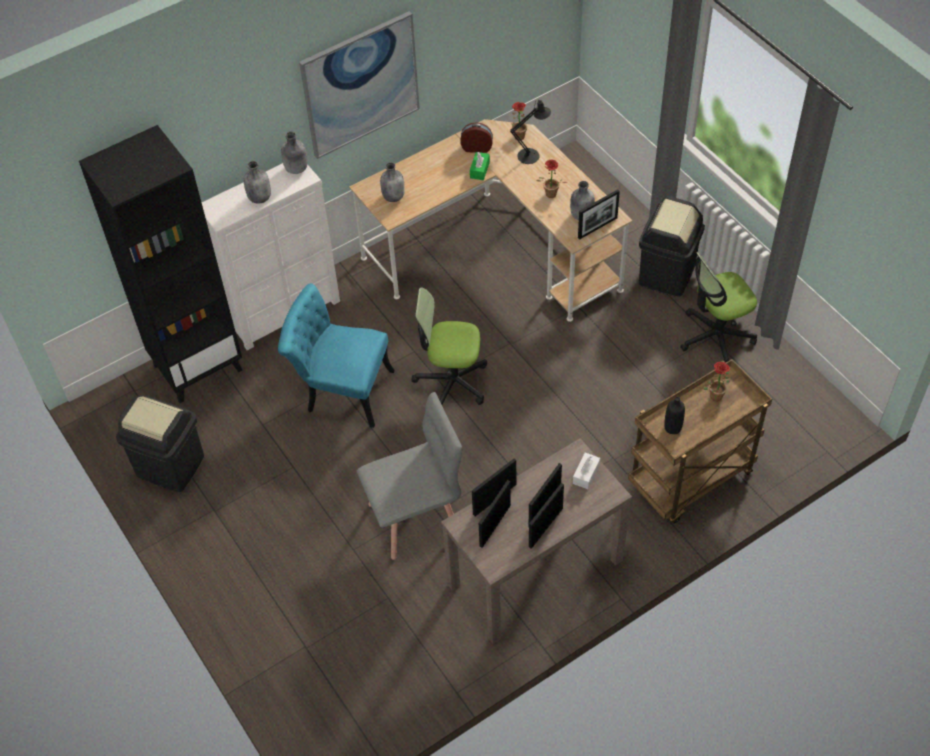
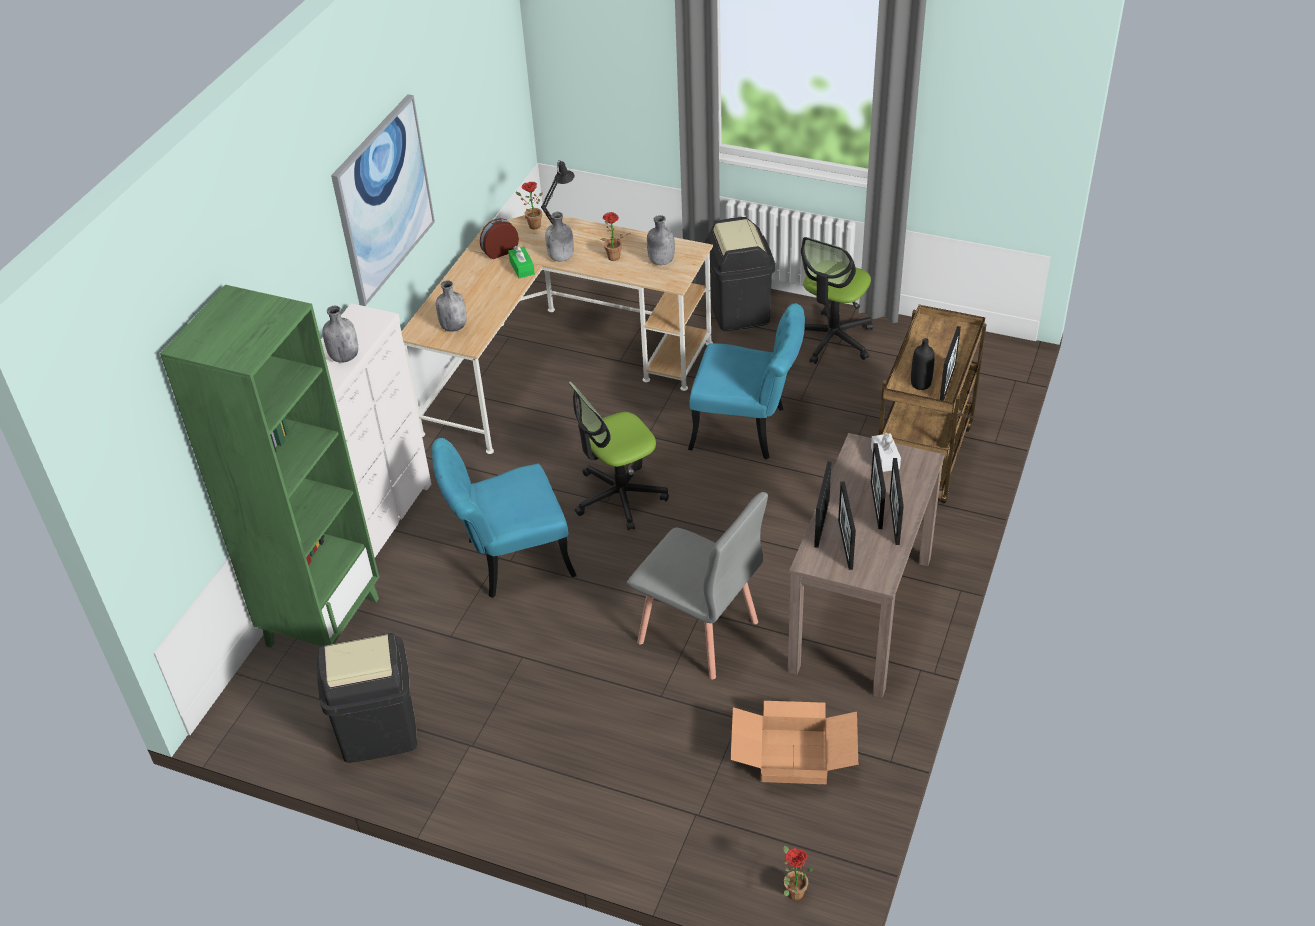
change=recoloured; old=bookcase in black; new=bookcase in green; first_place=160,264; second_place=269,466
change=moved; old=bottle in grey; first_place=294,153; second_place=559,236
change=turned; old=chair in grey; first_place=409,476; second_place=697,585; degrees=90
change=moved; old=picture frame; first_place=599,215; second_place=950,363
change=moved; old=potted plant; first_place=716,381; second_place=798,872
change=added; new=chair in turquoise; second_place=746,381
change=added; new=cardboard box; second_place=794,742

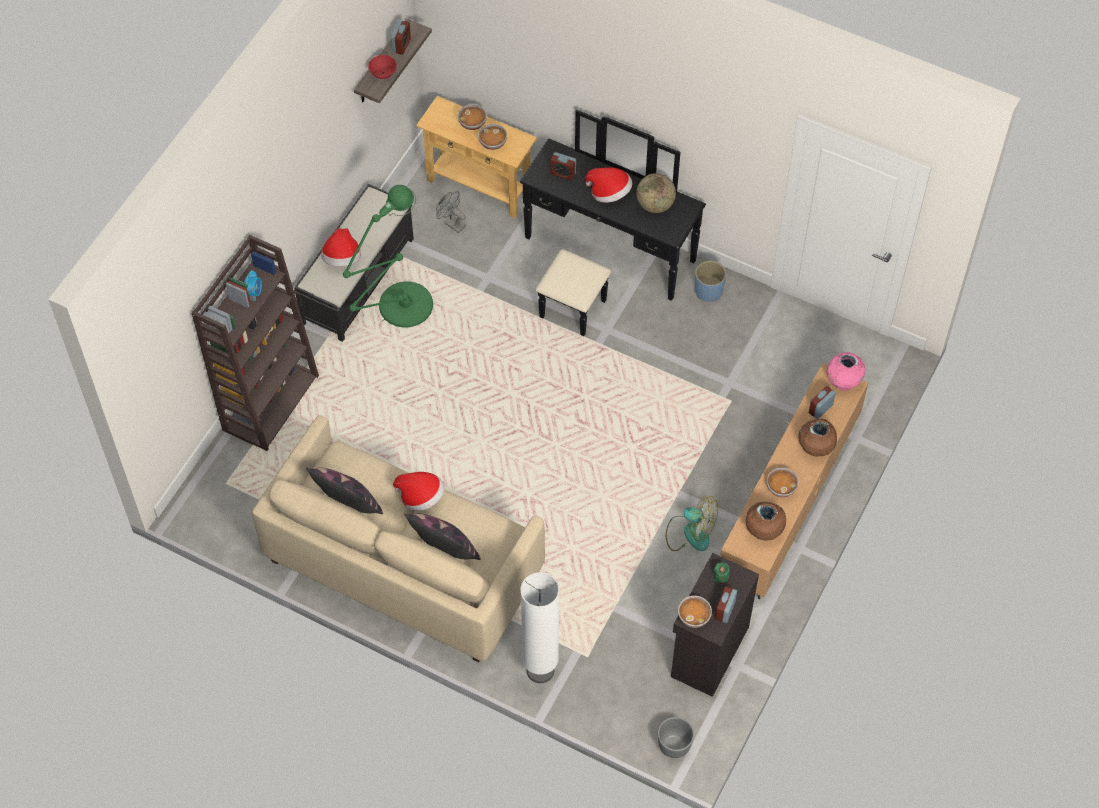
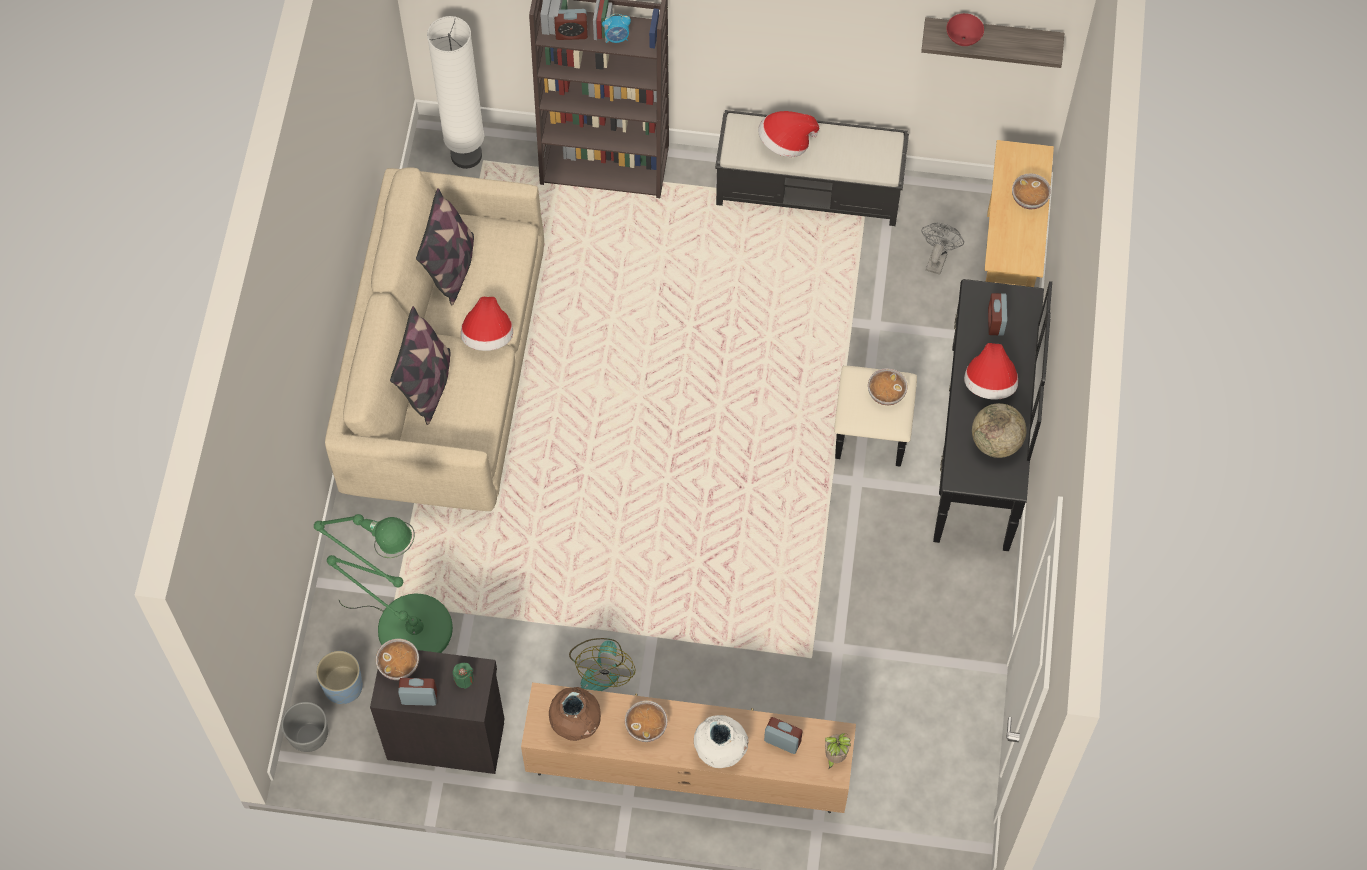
change=moved; old=floor lamp in green; first_place=388,256; second_place=383,583
change=moved; old=alarm clock; first_place=401,37; second_place=571,24
change=moved; old=bowl; first_place=492,137; second_place=887,386
change=moved; old=floor lamp in white; first_place=539,627; second_place=455,92
change=moved; old=planter in blue; first_place=710,281; second_place=339,677
change=recoloured; old=vase in brown; new=vase in white; first_place=817,437; second_place=721,741
change=replaced; old=vase in pink; new=potted plant; first_place=845,371; second_place=838,751

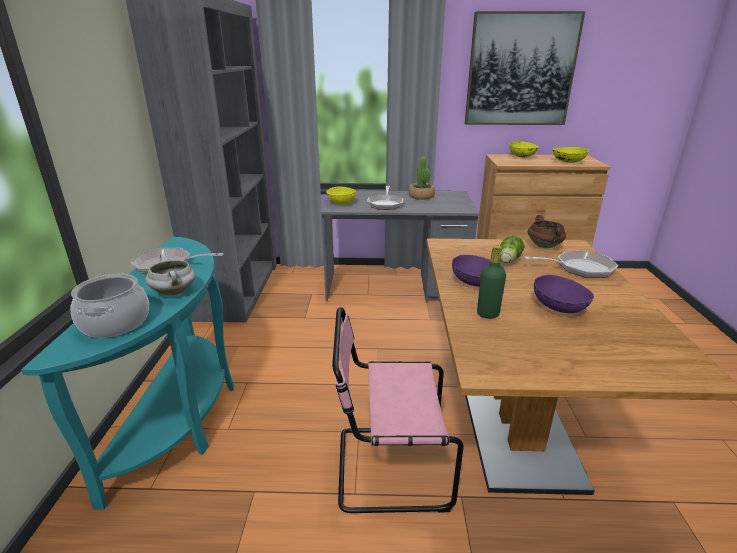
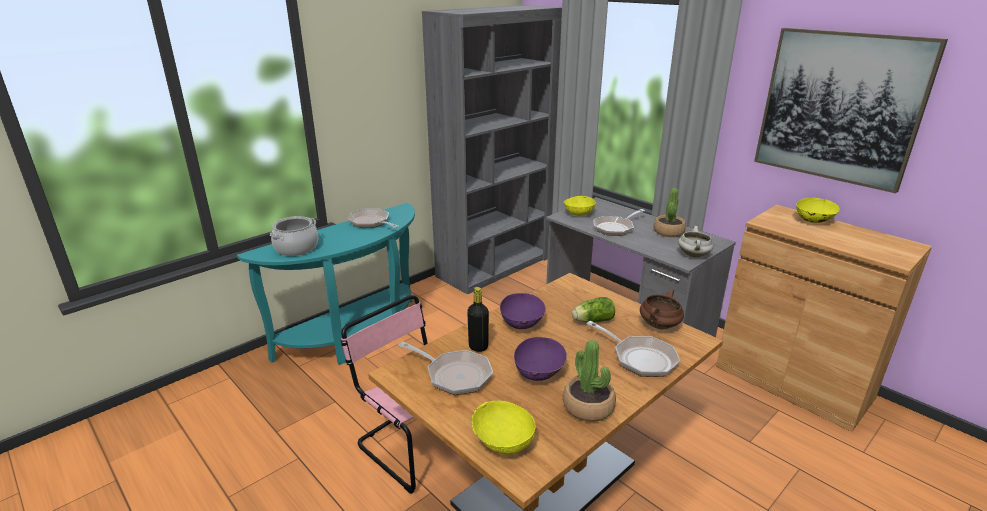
change=moved; old=cooking pot in white; first_place=170,274; second_place=695,242
change=recoloured; old=bottle in green; new=bottle in black; first_place=491,282; second_place=478,319
change=moved; old=bowl in yellow; first_place=571,155; second_place=503,427
change=added; new=frying pan; second_place=445,368
change=added; new=potted plant; second_place=589,381

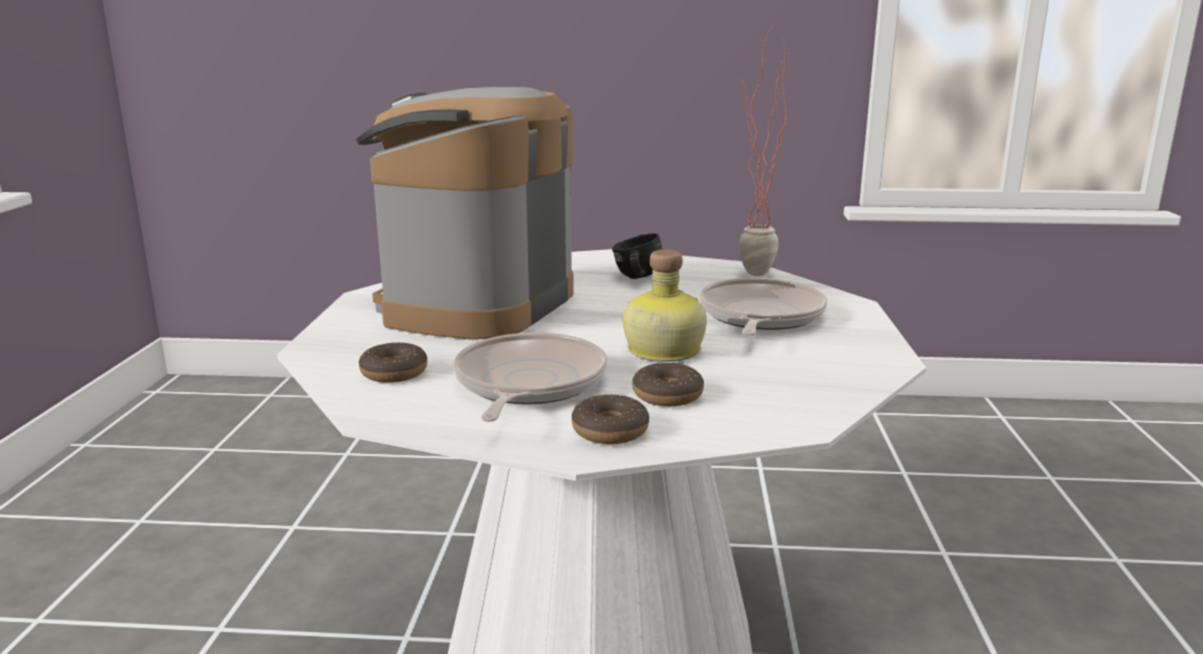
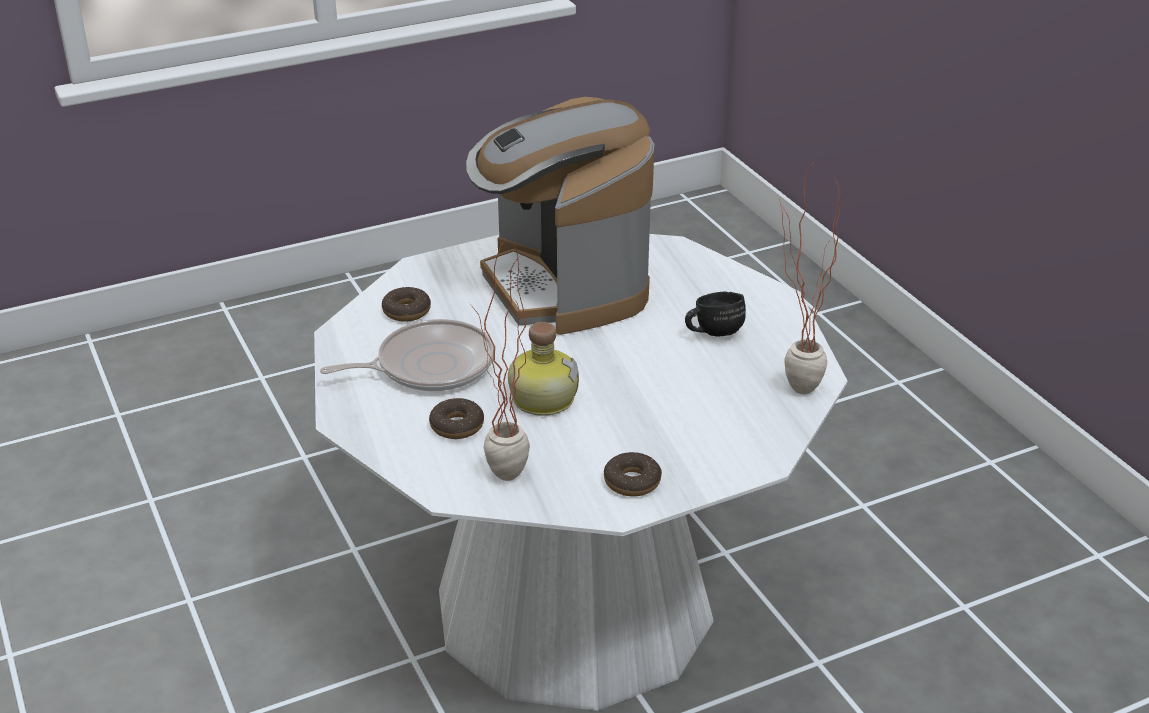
change=turned; old=coffee machine; first_place=465,213; second_place=560,216; degrees=-105
change=moved; old=donut; first_place=610,419; second_place=633,474
change=removed; old=frying pan; first_place=763,306
change=added; new=potted plant; second_place=500,360

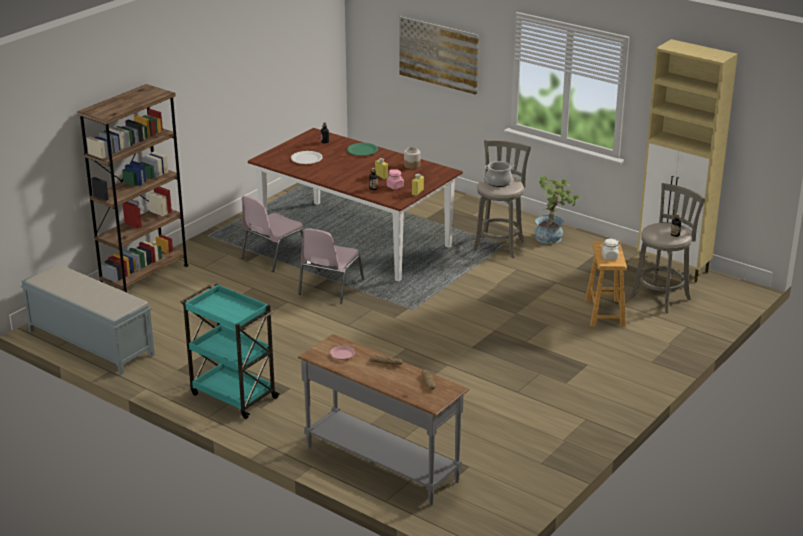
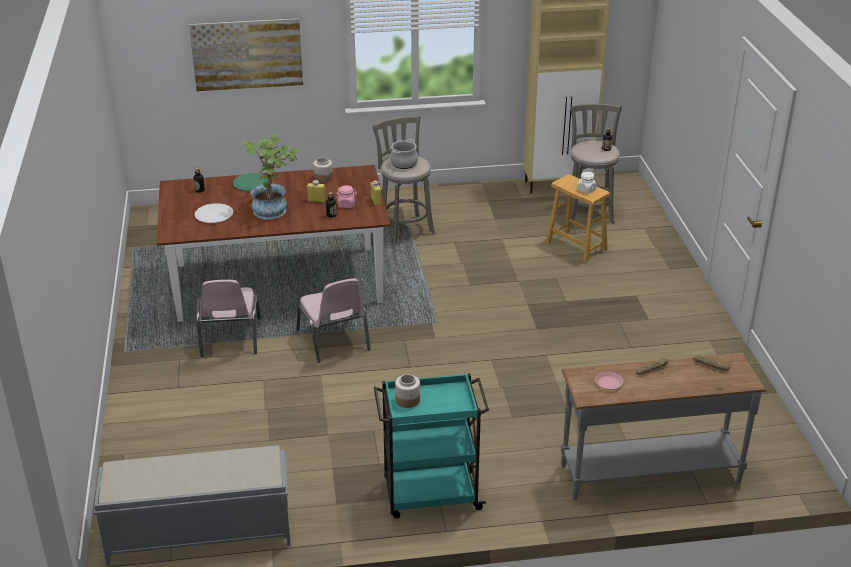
change=removed; old=bookcase in brown; first_place=132,188
change=moved; old=potted plant; first_place=557,210; second_place=270,176
change=added; new=jar; second_place=407,391

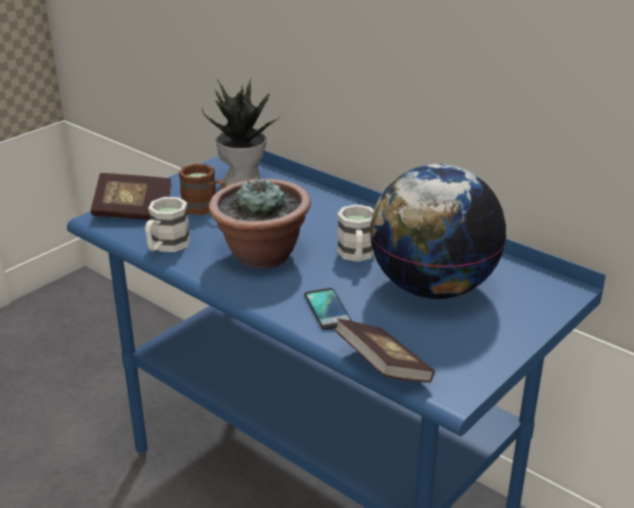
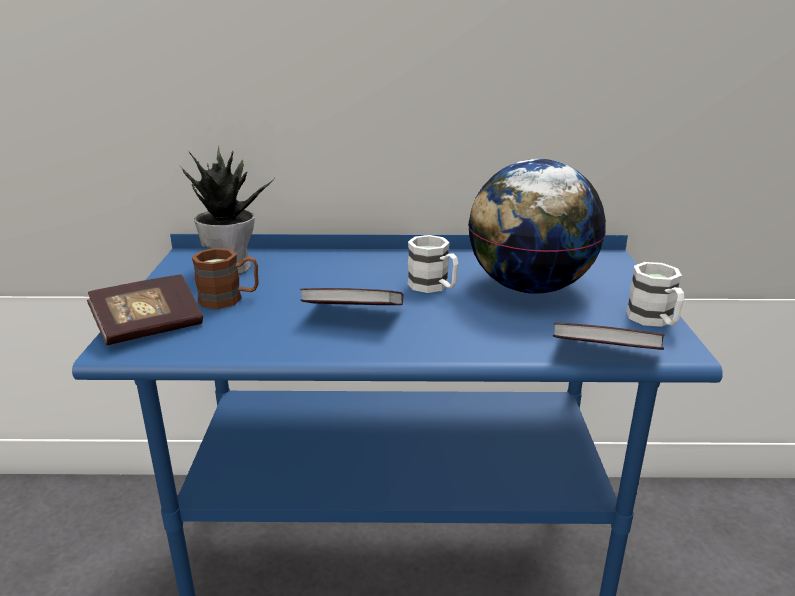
change=moved; old=mug in white; first_place=167,224; second_place=655,294
change=replaced; old=potted plant; new=book; first_place=260,223; second_place=351,296
change=removed; old=phone; first_place=328,309

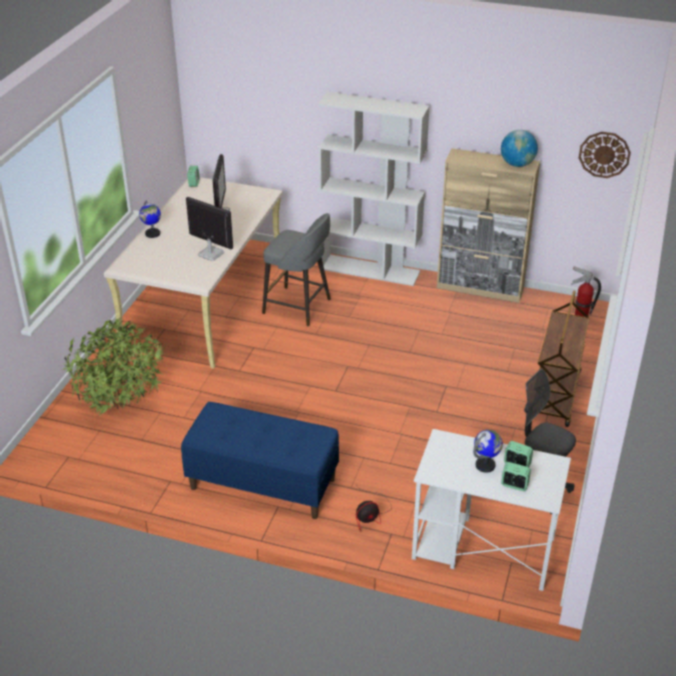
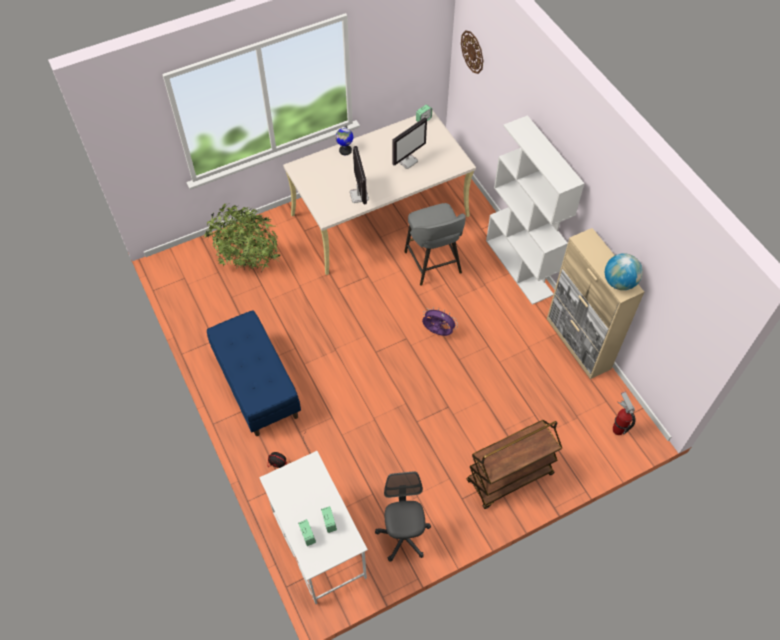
change=removed; old=globe; first_place=488,451
change=moved; old=wall clock; first_place=605,155; second_place=472,52
change=added; new=fan in purple; second_place=440,321

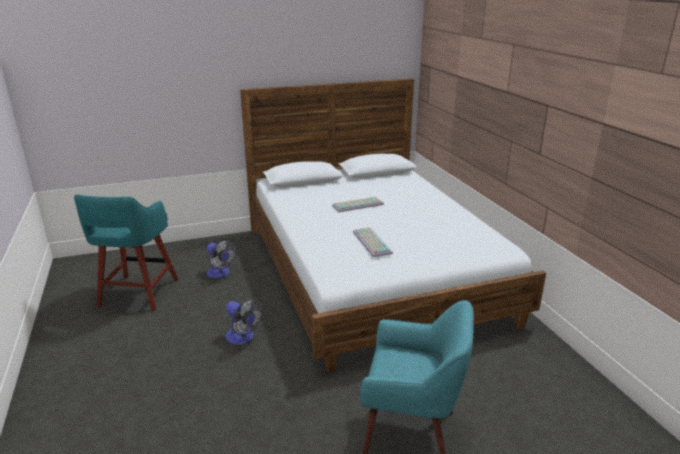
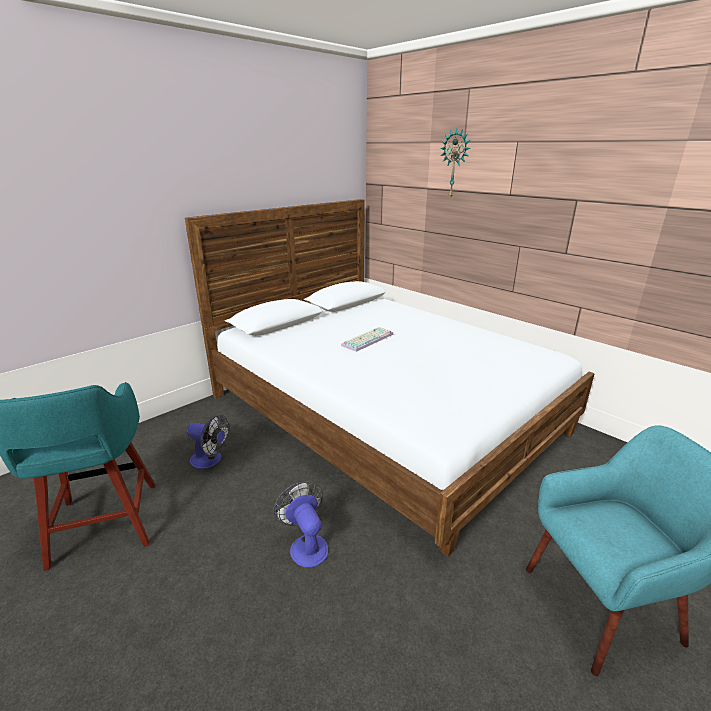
change=turned; old=fan; first_place=244,322; second_place=300,524; degrees=-135
change=removed; old=keyboard; first_place=373,242
change=added; new=wall clock; second_place=455,164

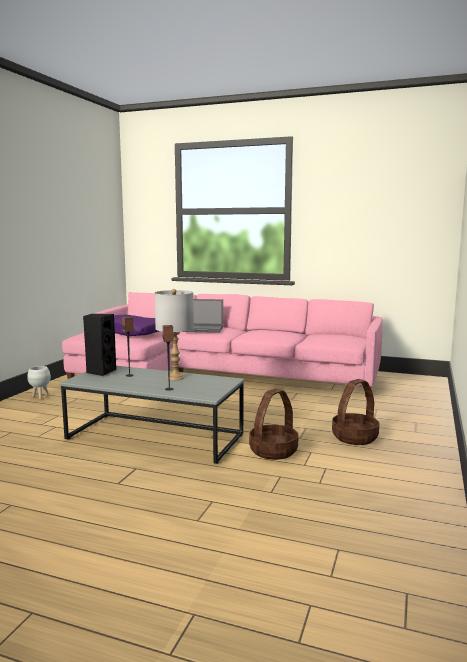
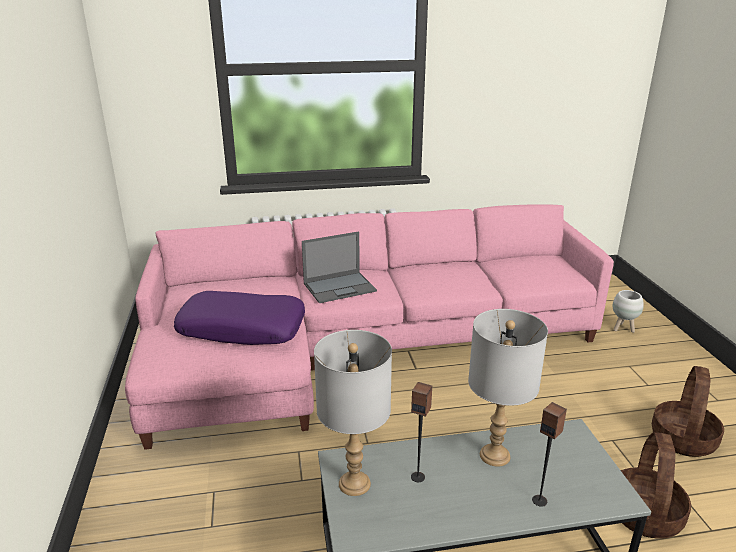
change=moved; old=planter in white; first_place=39,382; second_place=628,311
change=replaced; old=speaker in black; new=table lamp in grey; first_place=99,345; second_place=353,413

